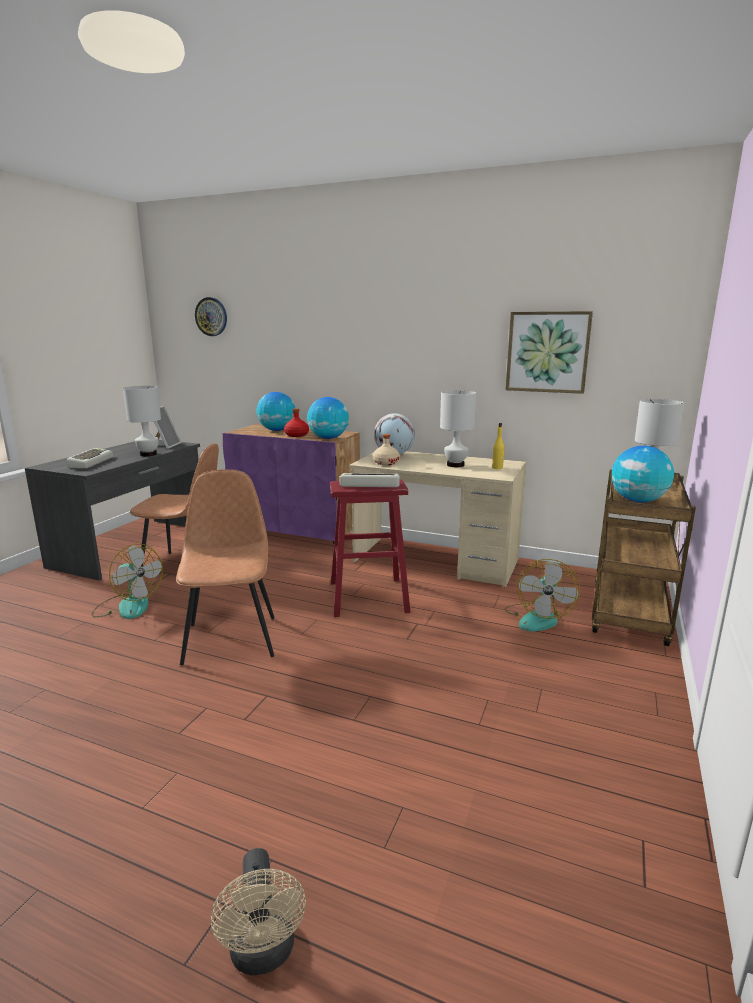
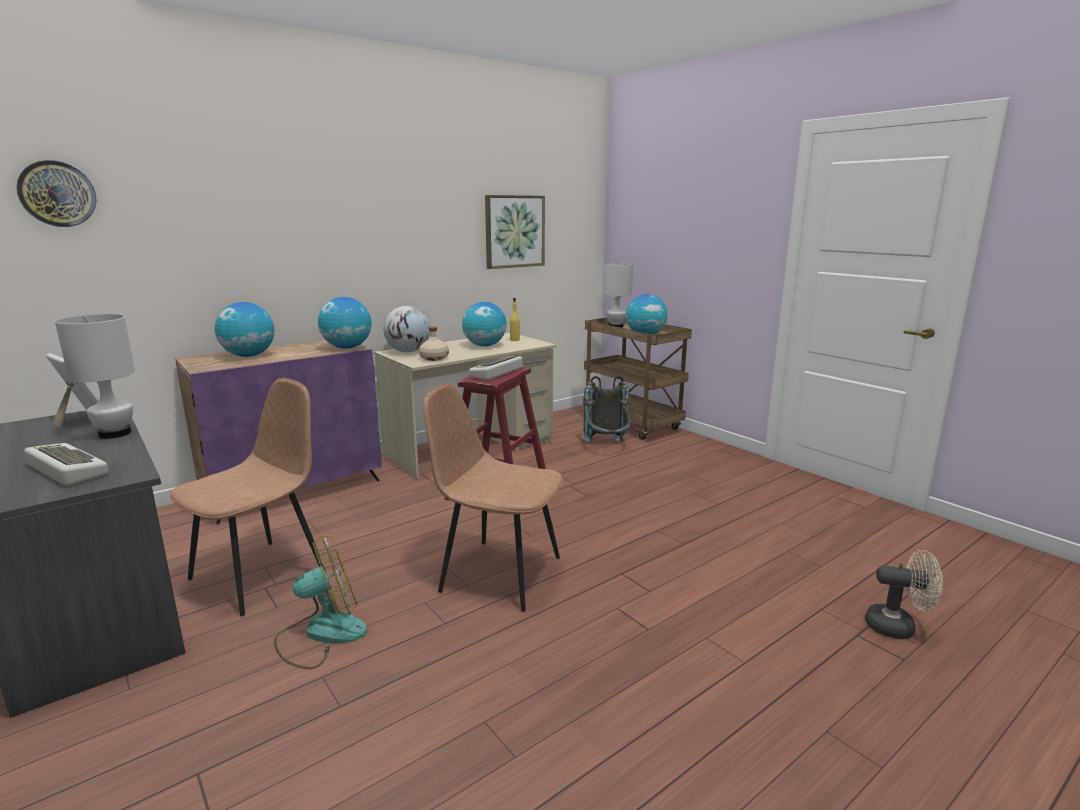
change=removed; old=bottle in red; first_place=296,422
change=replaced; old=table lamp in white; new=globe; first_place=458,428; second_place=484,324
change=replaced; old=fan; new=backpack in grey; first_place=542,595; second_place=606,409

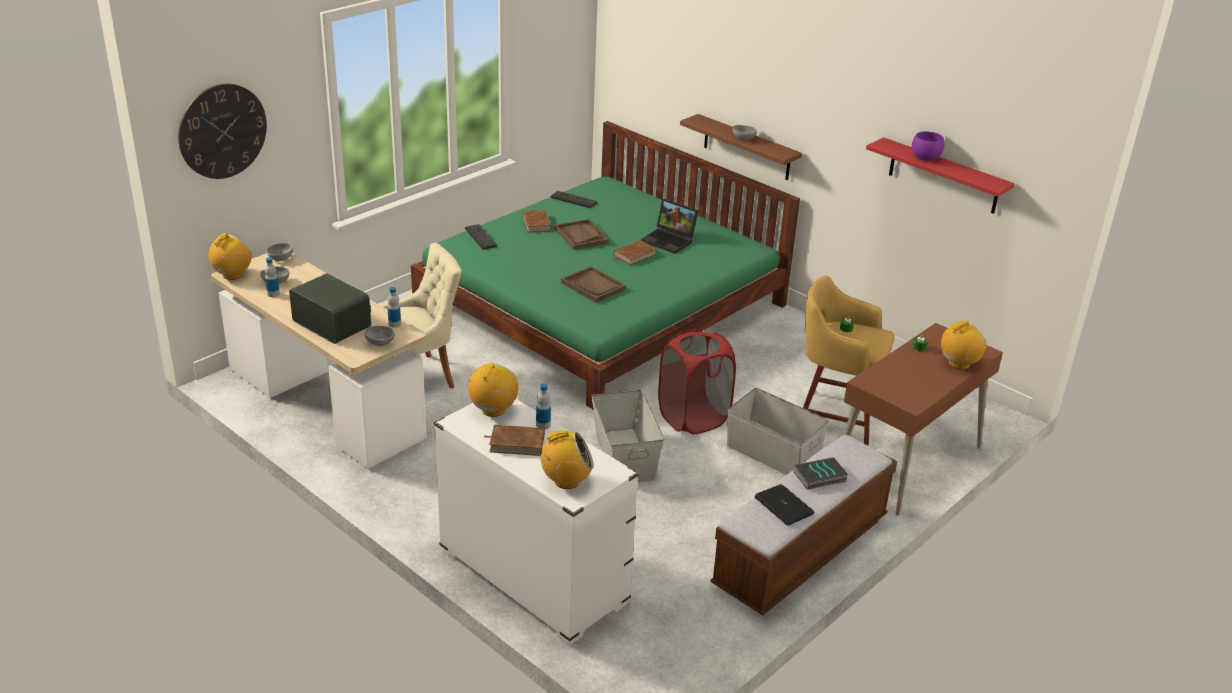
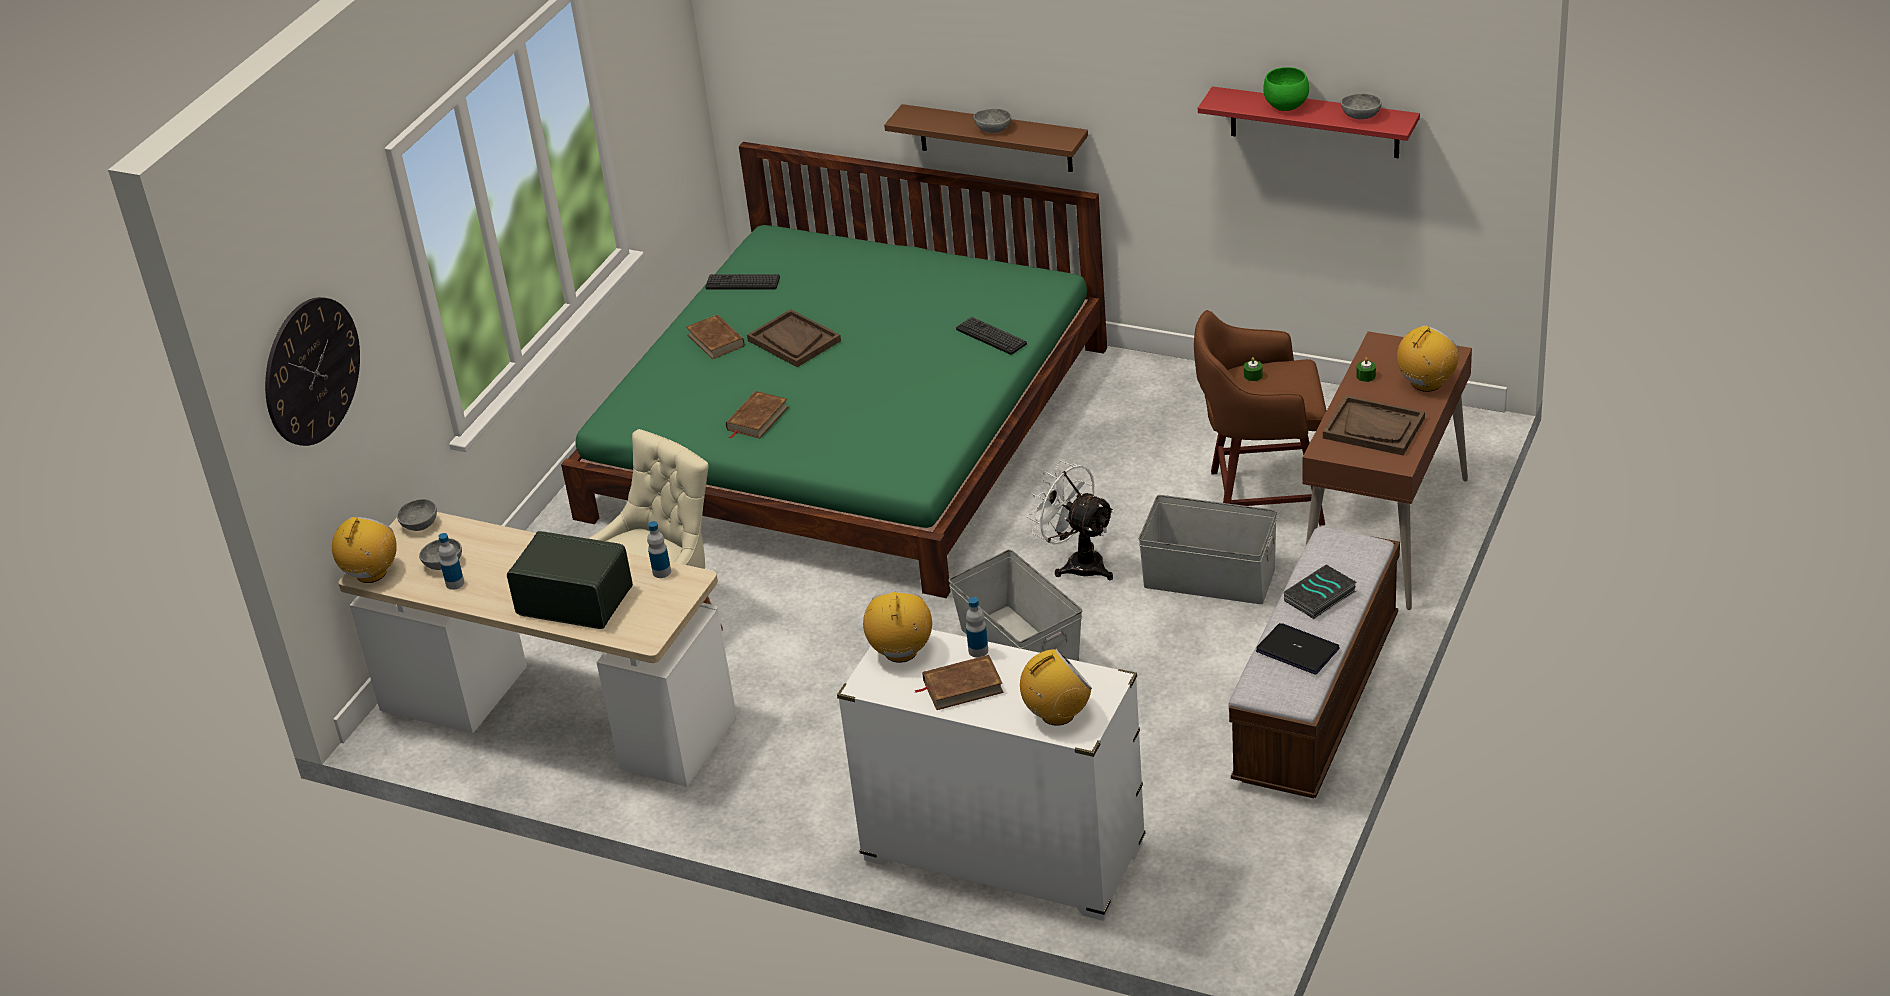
change=moved; old=bowl in grey; first_place=379,336; second_place=1361,106
change=moved; old=keyboard; first_place=481,236; second_place=991,336
change=moved; old=tray in brown; first_place=593,284; second_place=1374,425
change=moved; old=book in brown; first_place=635,252; second_place=757,415
change=removed; old=laptop; first_place=670,226
change=replaced; old=laundry basket in red; new=fan in white; first_place=697,381; second_place=1071,520
change=recoloured; old=stool in yellow; new=stool in brown; first_place=849,360; second_place=1260,418
change=recoloured; old=bowl in purple; new=bowl in green; first_place=928,146; second_place=1286,89

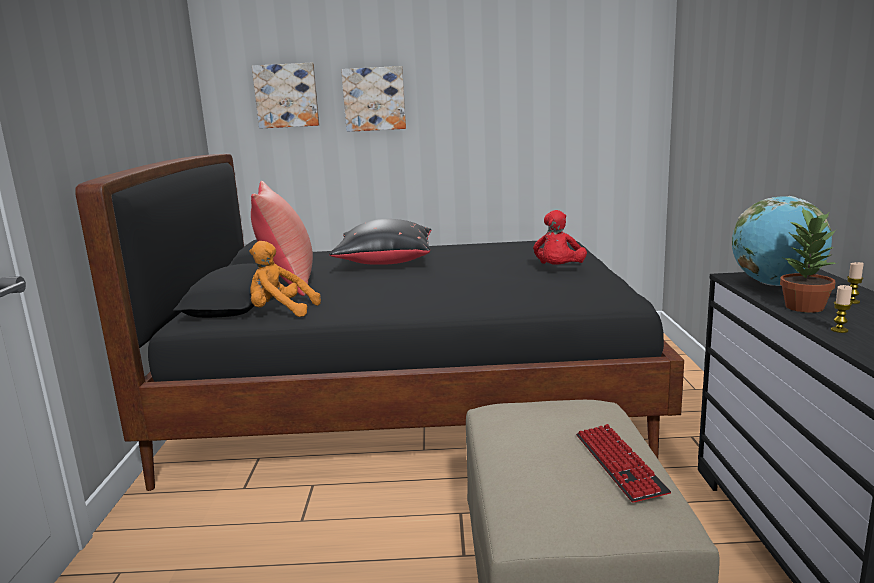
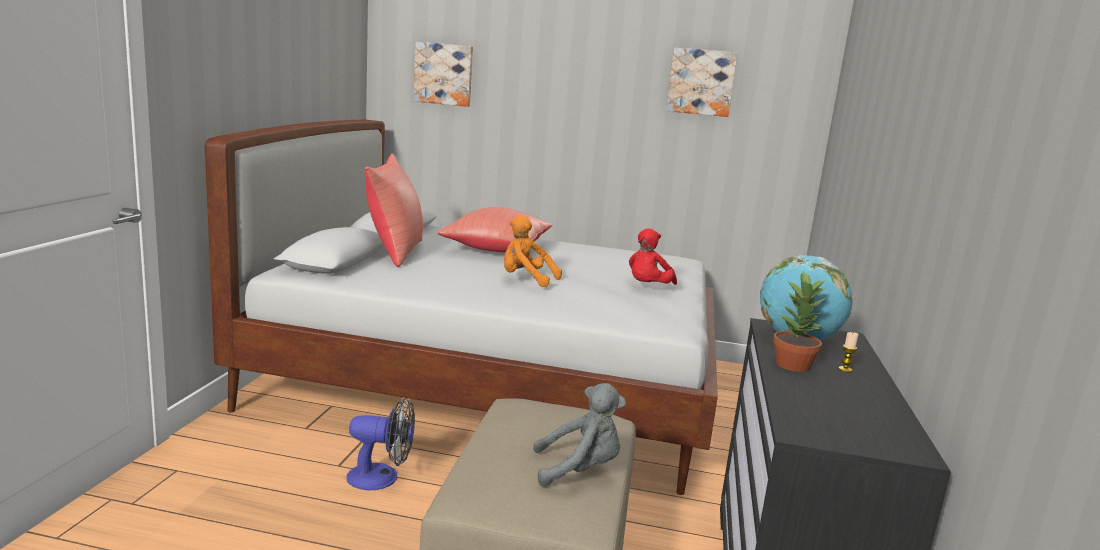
change=recoloured; old=bed in black; new=bed in white; first_place=379,322; second_place=461,307
change=moved; old=plush toy in orange; first_place=285,279; second_place=533,251
change=recoloured; old=pillow in black; new=pillow in red; first_place=380,242; second_place=494,229
change=moved; old=picture; first_place=373,99; second_place=702,82
change=replaced; old=keyboard; new=plush toy in grey; first_place=623,463; second_place=579,434
change=removed; old=candle; first_place=841,309
change=added; new=fan; second_place=380,444

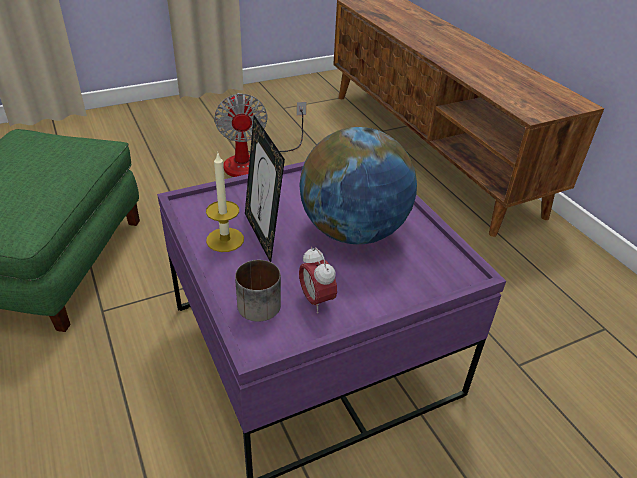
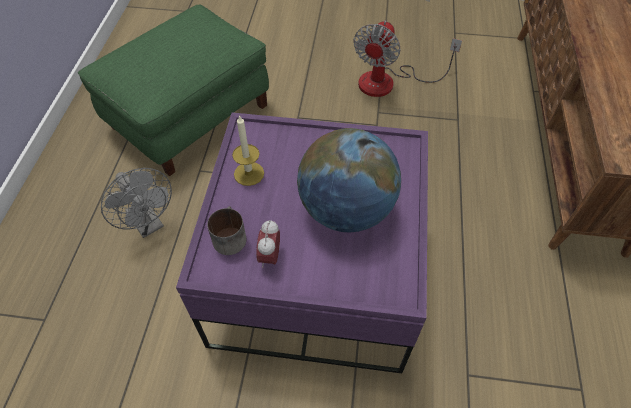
change=removed; old=picture frame; first_place=265,188
change=added; new=fan in grey; second_place=136,203

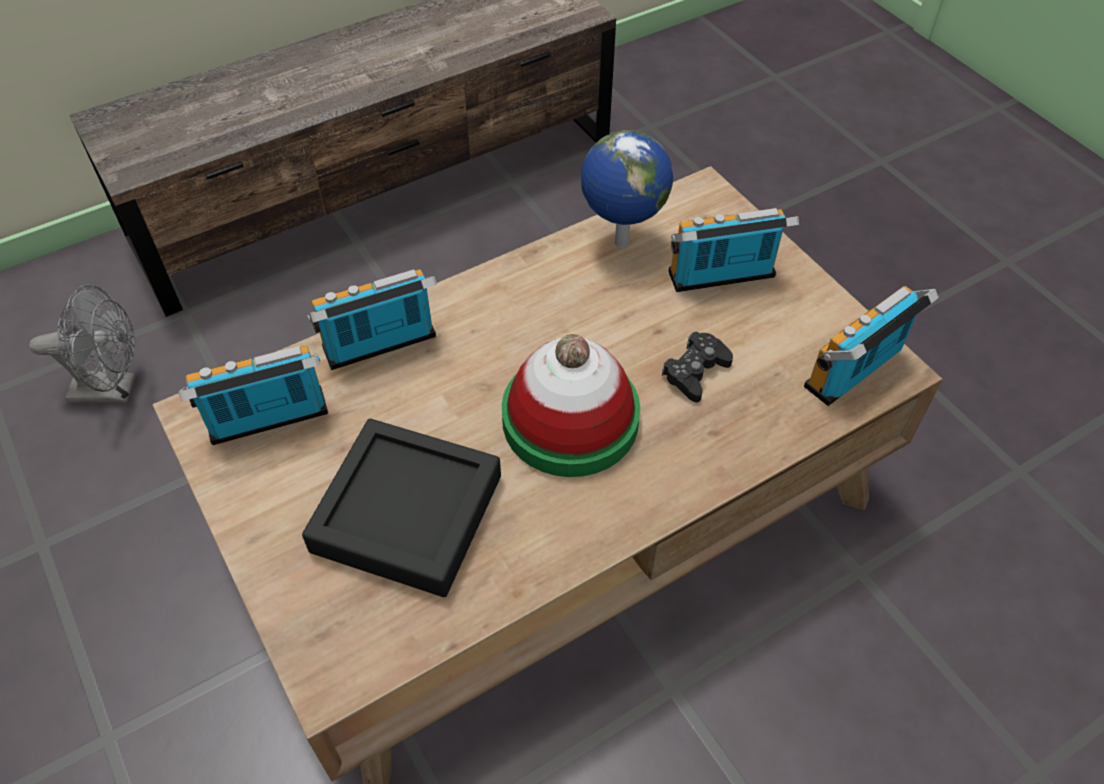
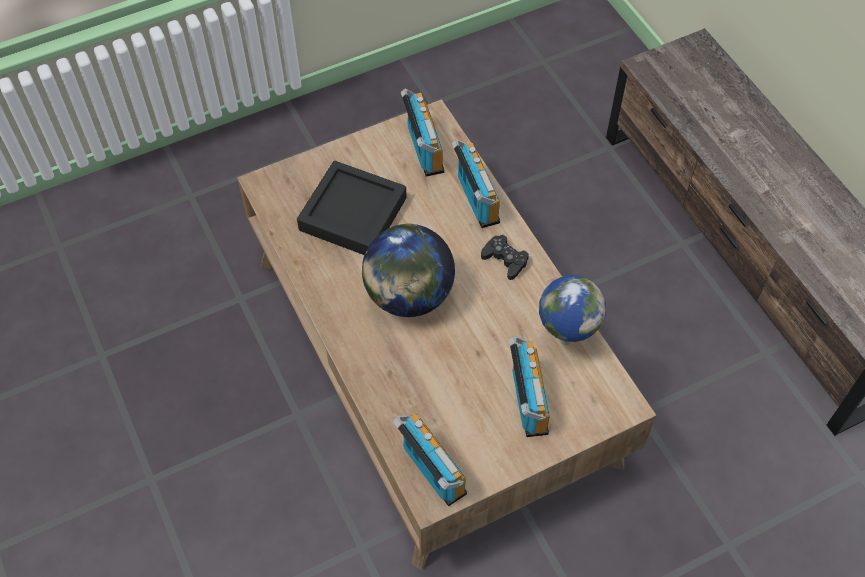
change=removed; old=fan in grey; first_place=82,343
change=replaced; old=hat; new=globe; first_place=571,405; second_place=408,270
change=moved; old=game controller in black; first_place=697,367; second_place=505,257

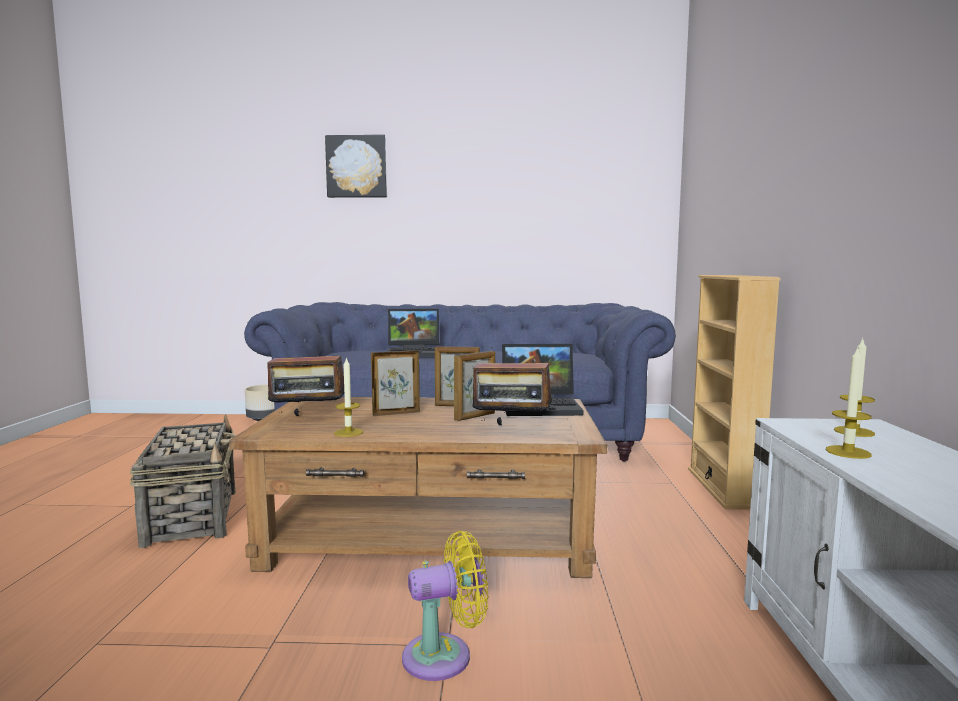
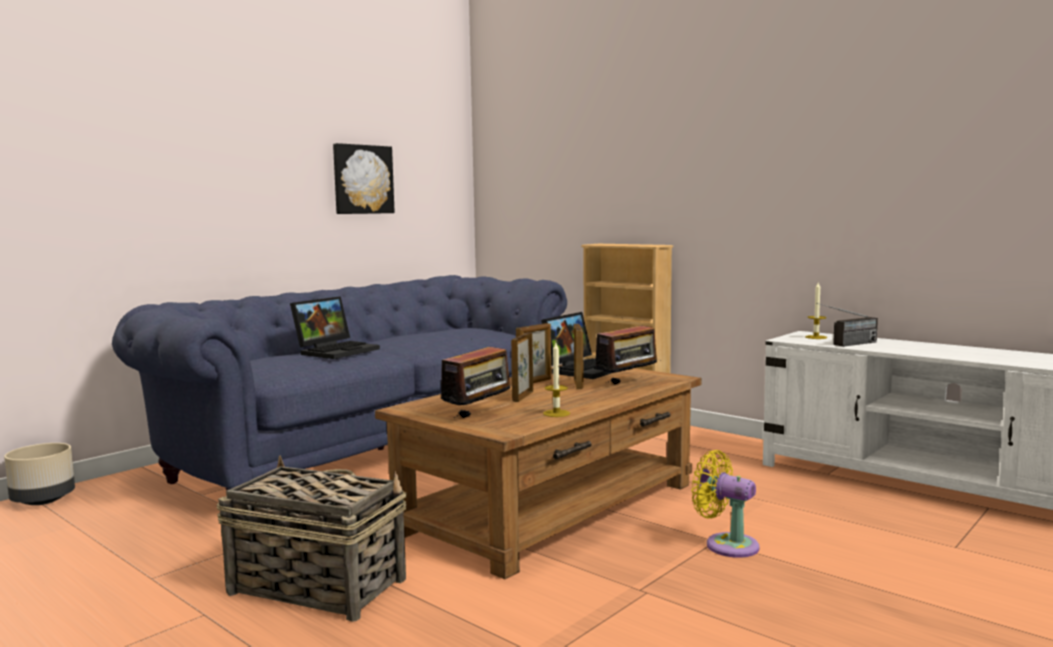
change=moved; old=picture; first_place=356,166; second_place=364,178
change=turned; old=fan in yellow; first_place=445,606; second_place=725,504; degrees=-75
change=replaced; old=candle; new=radio; first_place=849,403; second_place=847,325

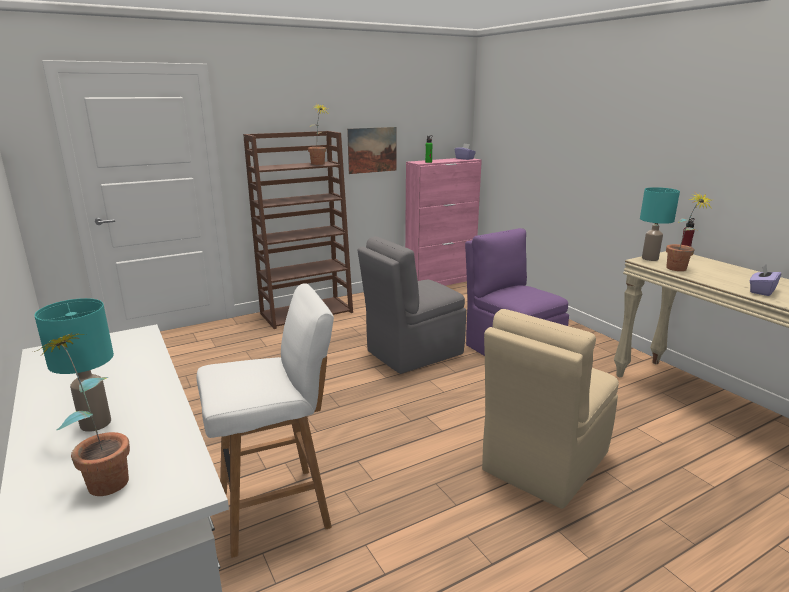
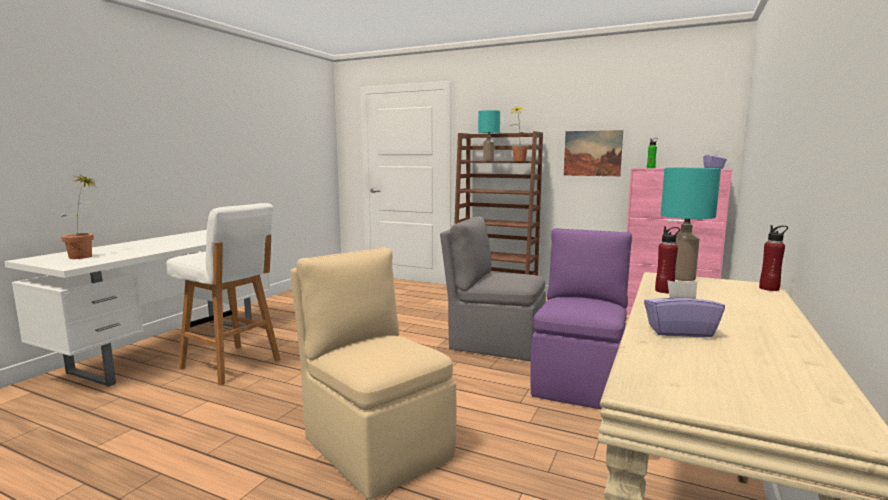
change=moved; old=table lamp in turquoise; first_place=74,365; second_place=489,135
change=turned; old=chair in beige; first_place=550,409; second_place=373,373; degrees=45
change=replaced; old=potted plant; new=bottle in red; first_place=689,231; second_place=667,259

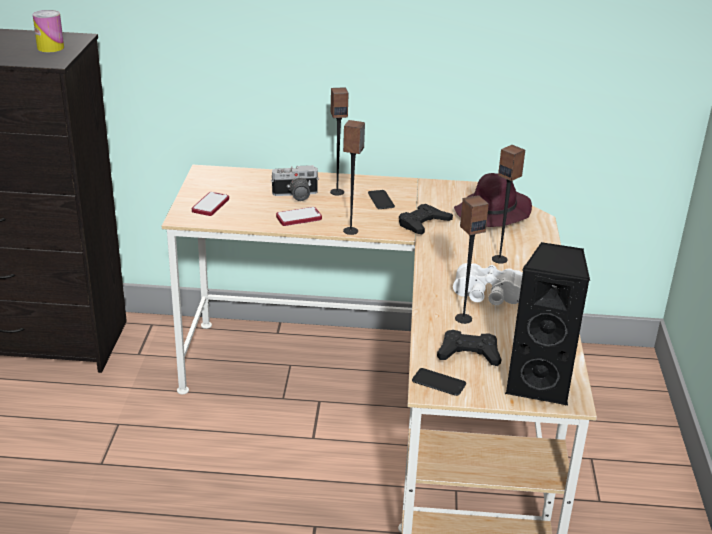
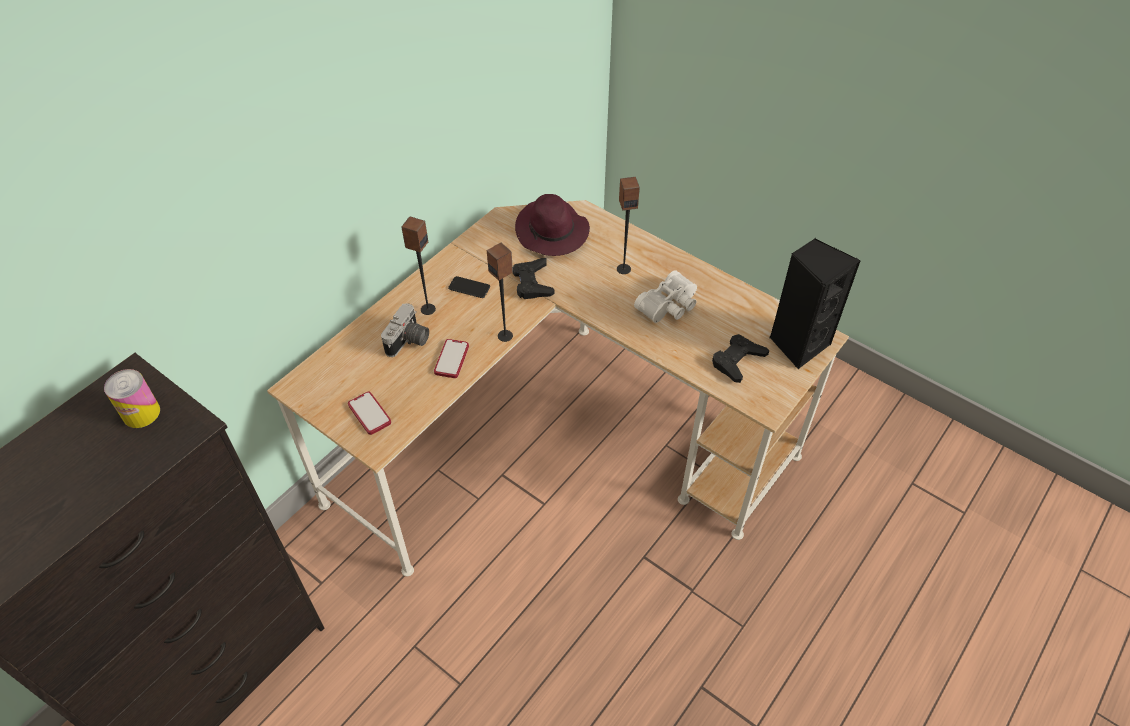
change=removed; old=phone; first_place=439,382
change=removed; old=speaker; first_place=472,259

